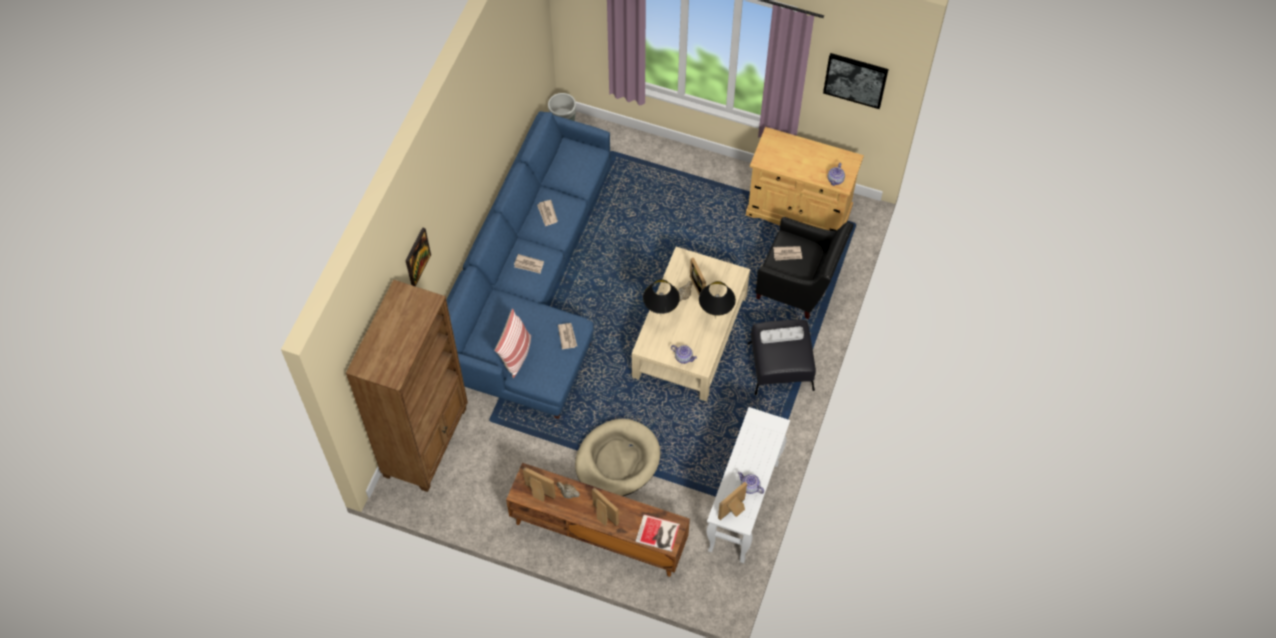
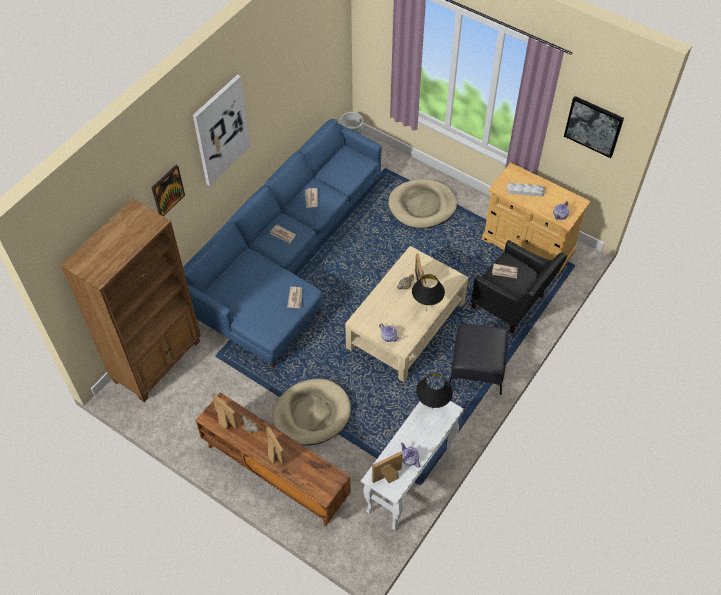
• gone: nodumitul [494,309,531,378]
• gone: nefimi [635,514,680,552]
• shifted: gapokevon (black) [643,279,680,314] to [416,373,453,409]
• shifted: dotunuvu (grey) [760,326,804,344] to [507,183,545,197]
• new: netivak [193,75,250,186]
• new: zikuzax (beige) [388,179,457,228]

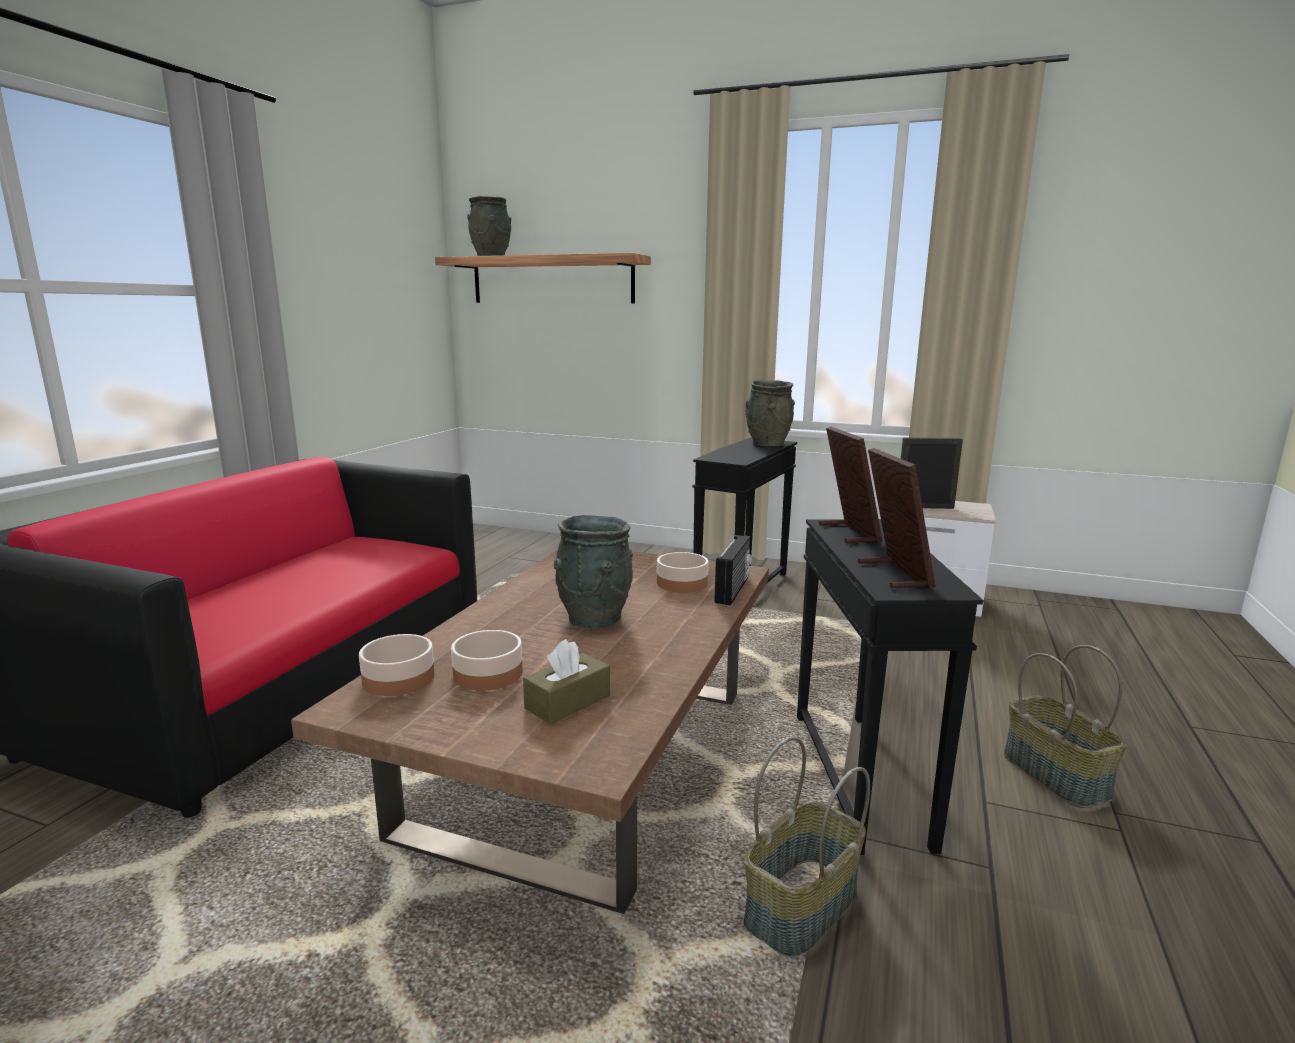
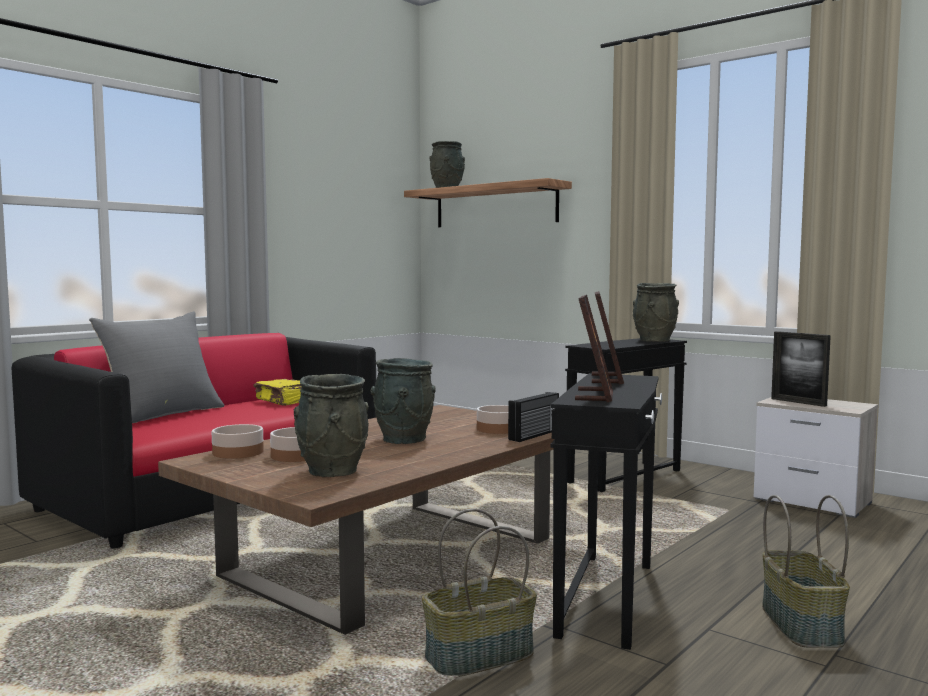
• swapped: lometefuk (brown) [523,639,610,724] to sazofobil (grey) [294,374,369,477]
• rotated: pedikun [901,437,963,509] = [771,331,831,407] 150 degrees counterclockwise
• new: nodumitul (grey) [89,311,224,423]
• new: nefimi (yellow) [254,379,302,406]

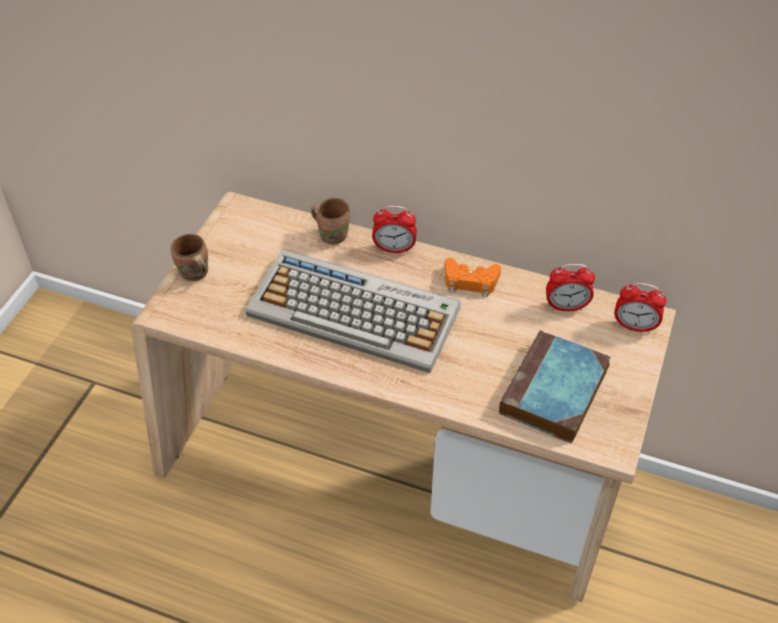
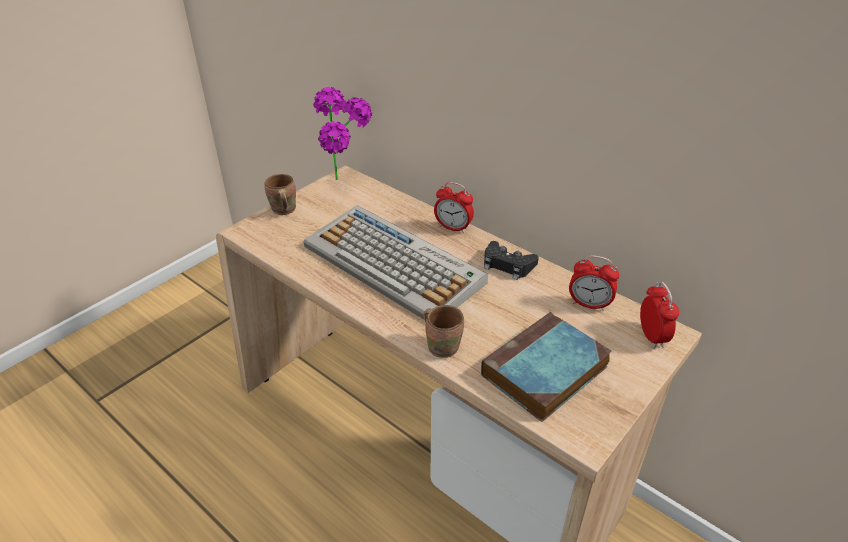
• shifted: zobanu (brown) [311,197,350,245] to [423,305,464,358]
• repainted: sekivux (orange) [445,258,501,297] to sekivux (black) [484,241,539,280]
• rotated: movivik [614,282,666,333] = [640,282,679,349] 135 degrees counterclockwise
• new: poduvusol [313,87,372,180]

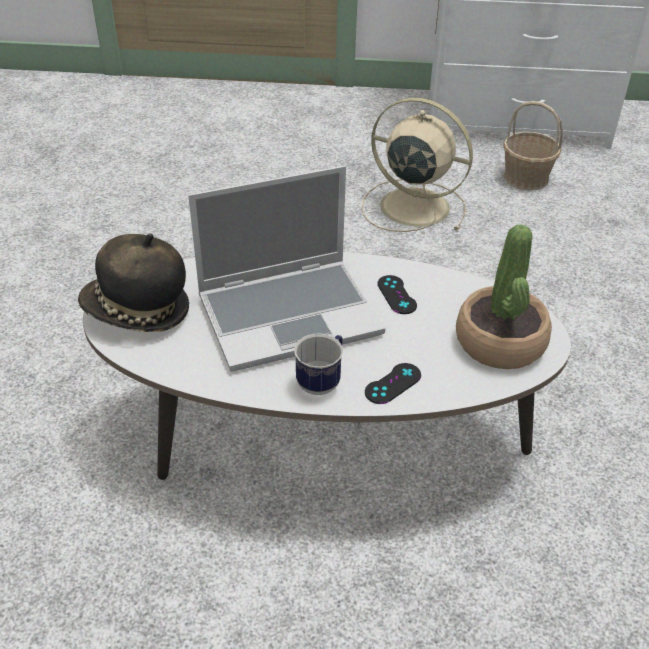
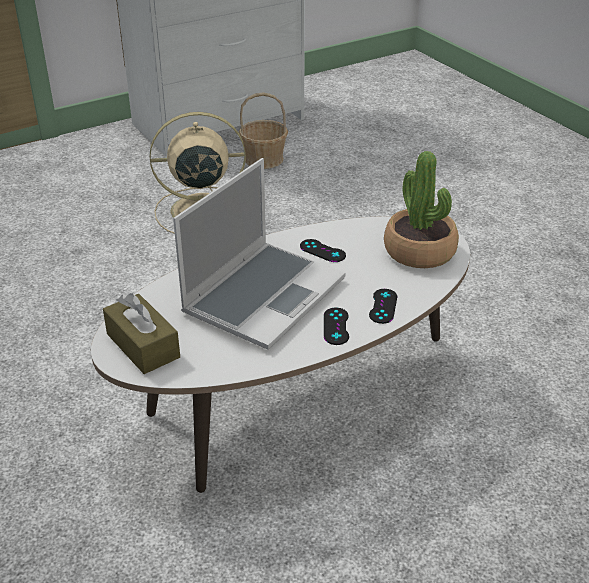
• swapped: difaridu [78,234,189,332] to lometefuk (brown) [103,293,180,374]
• swapped: zobanu [294,333,343,395] to sekivux (black) [324,308,349,345]

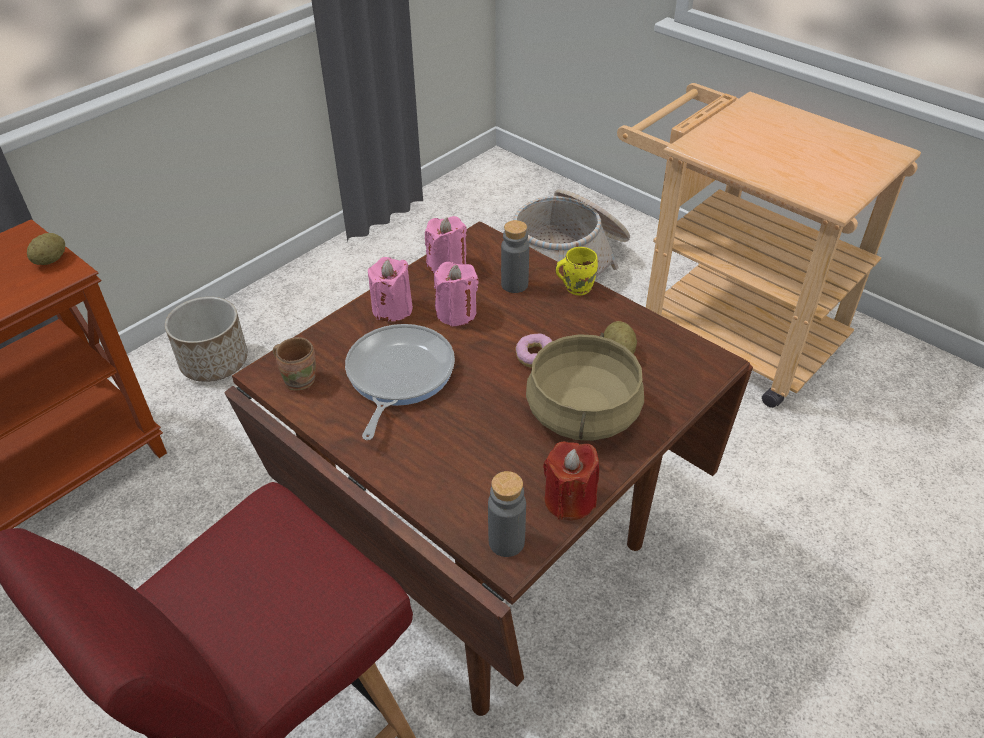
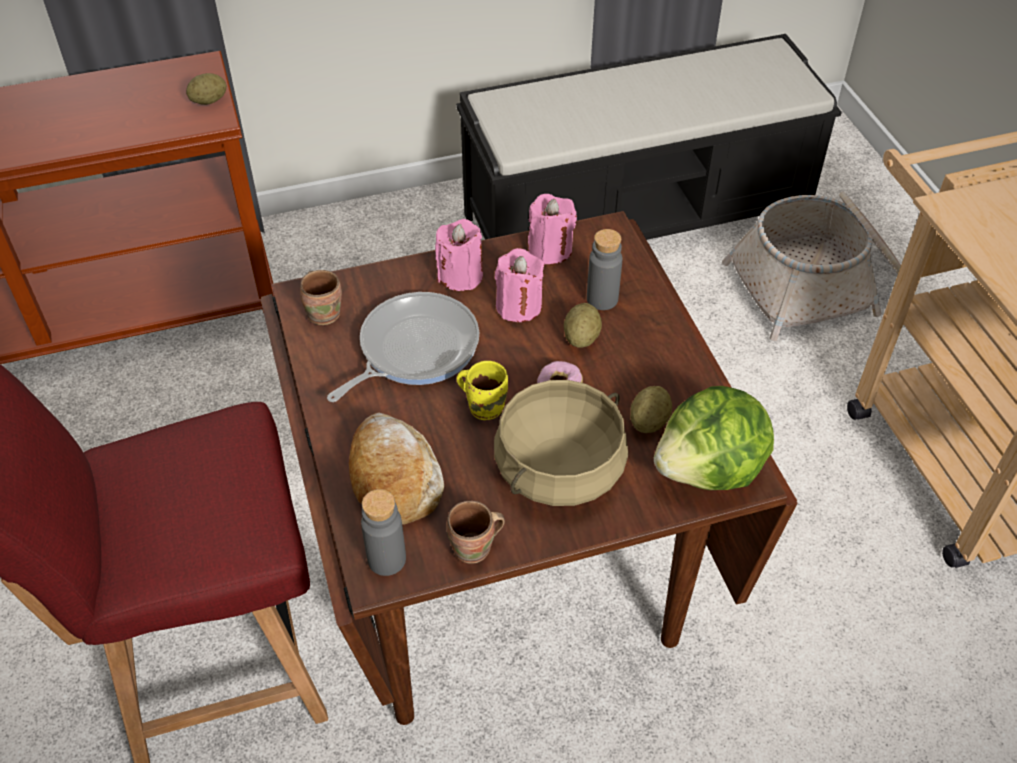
• gone: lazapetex [165,297,248,382]
• swapped: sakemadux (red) [543,441,599,520] to zobanu (brown) [446,501,505,563]
• shifted: zobanu (yellow) [555,247,598,296] to [457,361,508,420]
• new: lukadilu [349,412,444,525]
• new: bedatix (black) [456,34,842,240]
• new: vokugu [564,303,602,348]
• new: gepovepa [654,386,774,490]

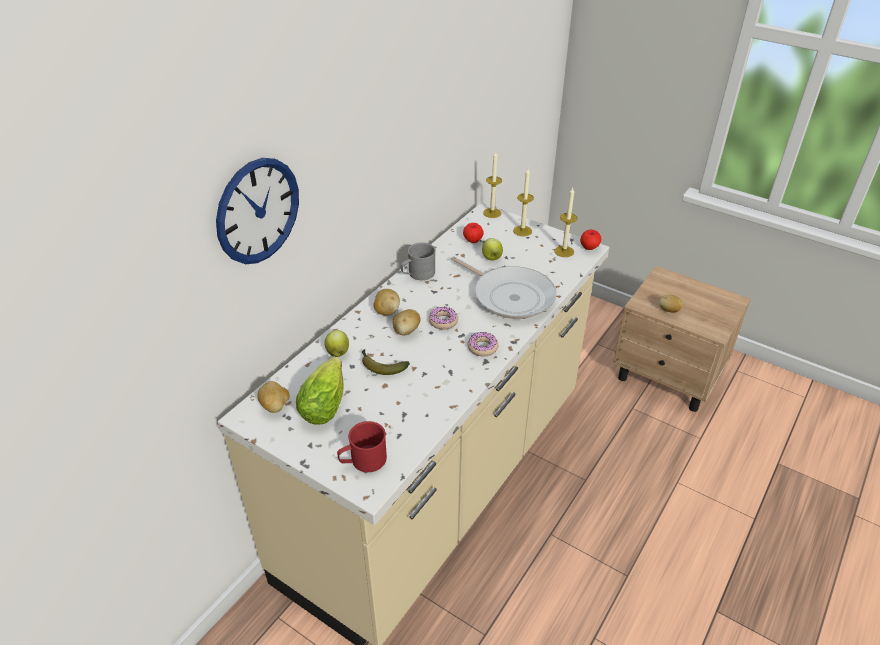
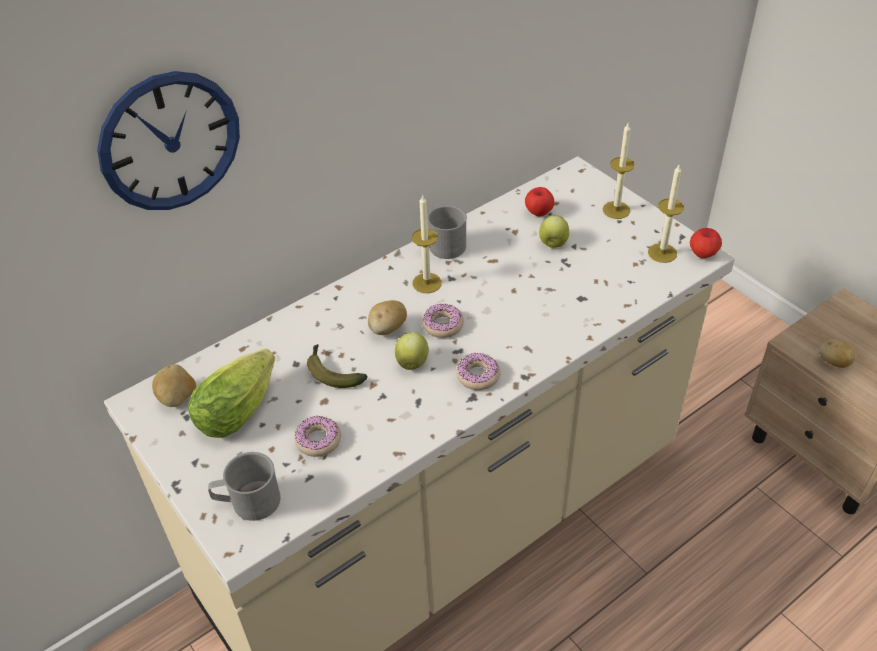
• shifted: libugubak [324,330,349,357] to [395,332,429,370]
• repainted: zobanu (red) [337,421,387,472] to zobanu (grey) [208,452,281,521]
• gone: vokugu [374,289,400,316]
• gone: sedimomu [451,256,556,319]
• shifted: sakemadux [483,152,502,218] to [412,194,442,293]
• new: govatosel [294,416,341,457]

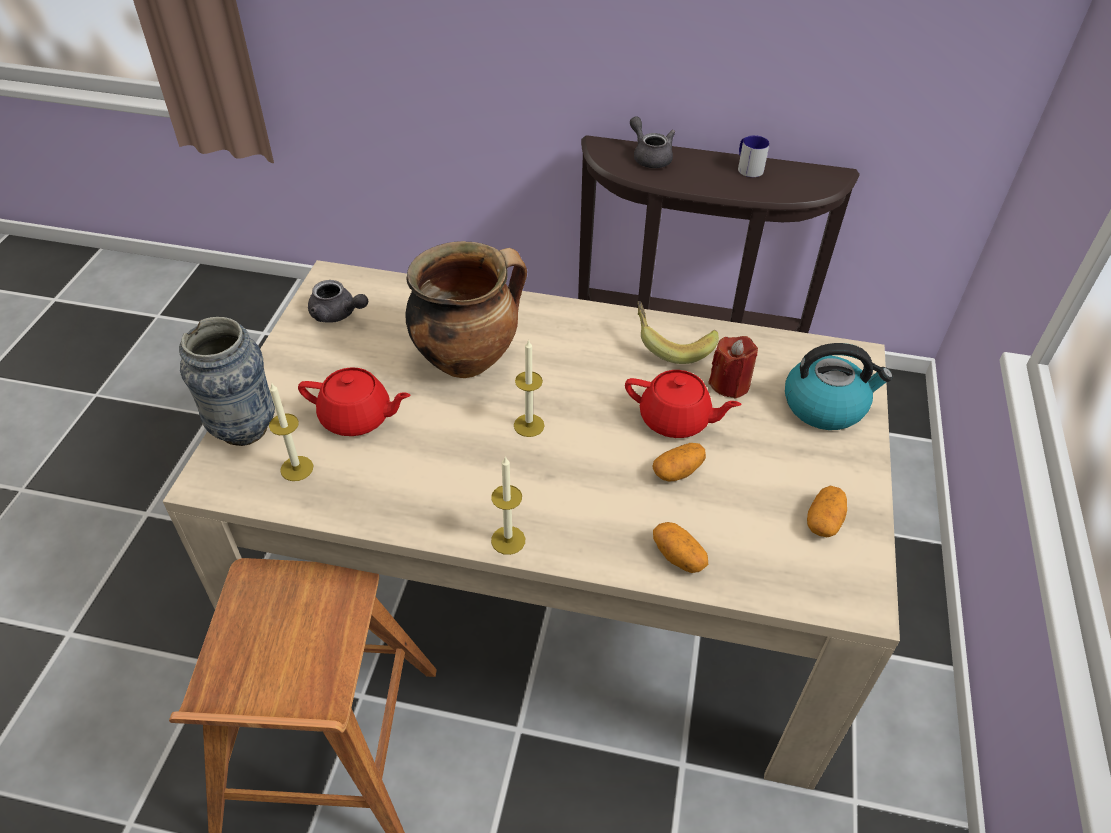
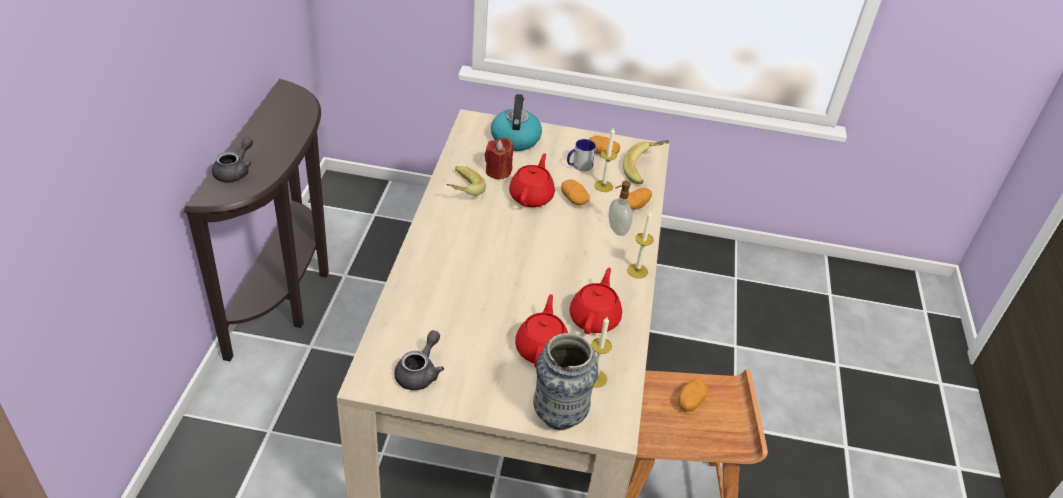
• gone: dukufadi [406,241,527,378]
• shifted: sakemadux [514,339,545,437] to [594,127,617,192]
• rotated: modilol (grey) [630,116,675,168] = [212,137,253,182] 150 degrees clockwise
• shifted: zobanu [738,135,770,177] to [567,139,596,171]
• new: modilol (red) [569,267,622,334]
• new: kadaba [608,181,633,236]
• new: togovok [623,140,669,184]
• new: vokugu [678,378,708,412]

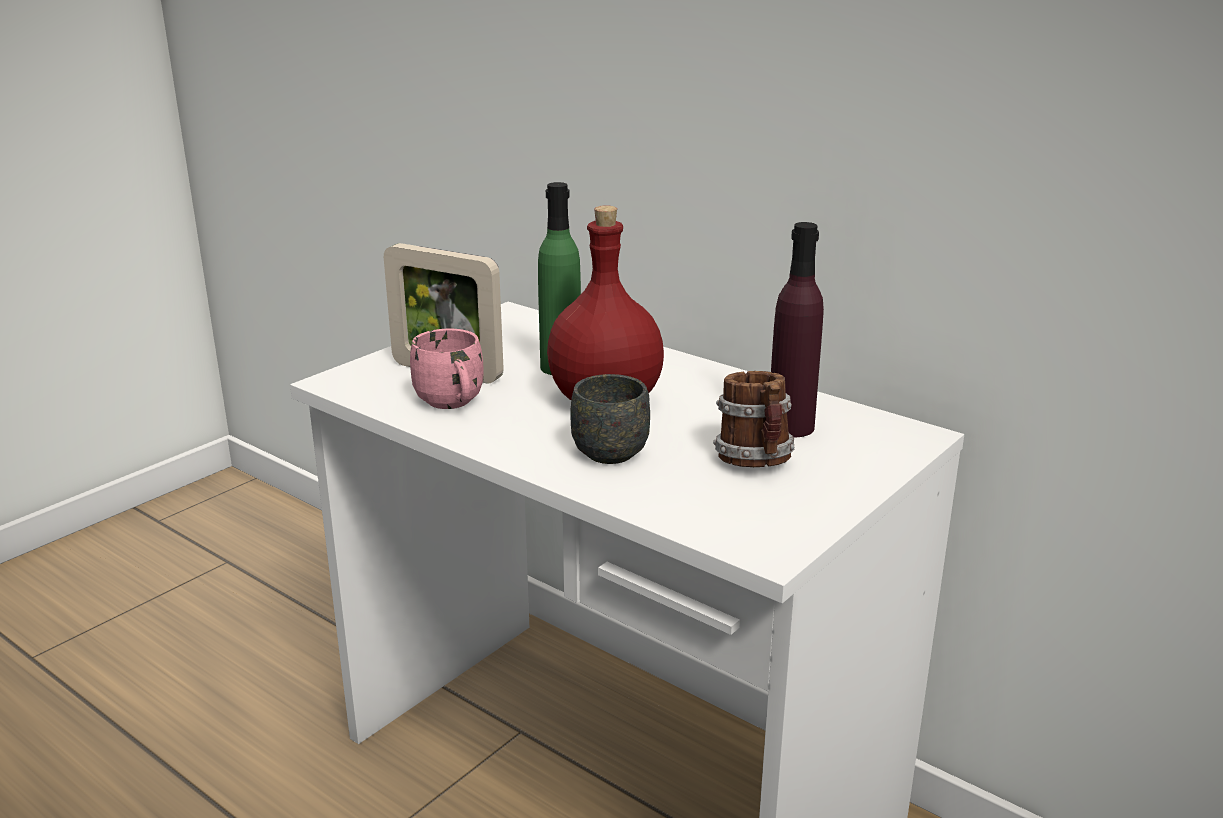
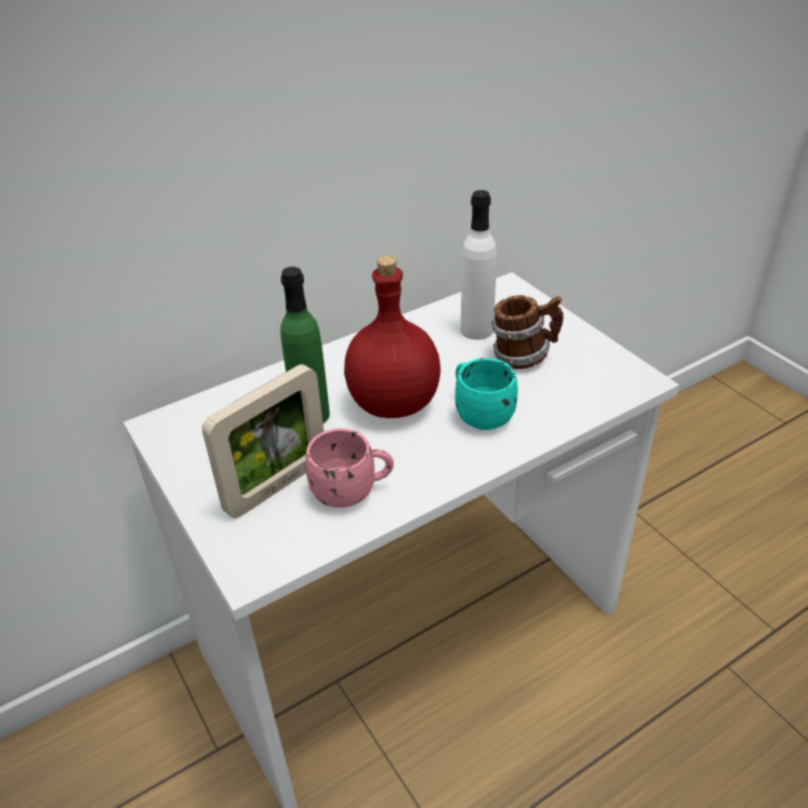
• repainted: zobanu (grey) [570,374,650,464] to zobanu (turquoise) [455,358,518,430]
• repainted: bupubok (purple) [771,222,824,437] to bupubok (white) [461,190,497,340]

